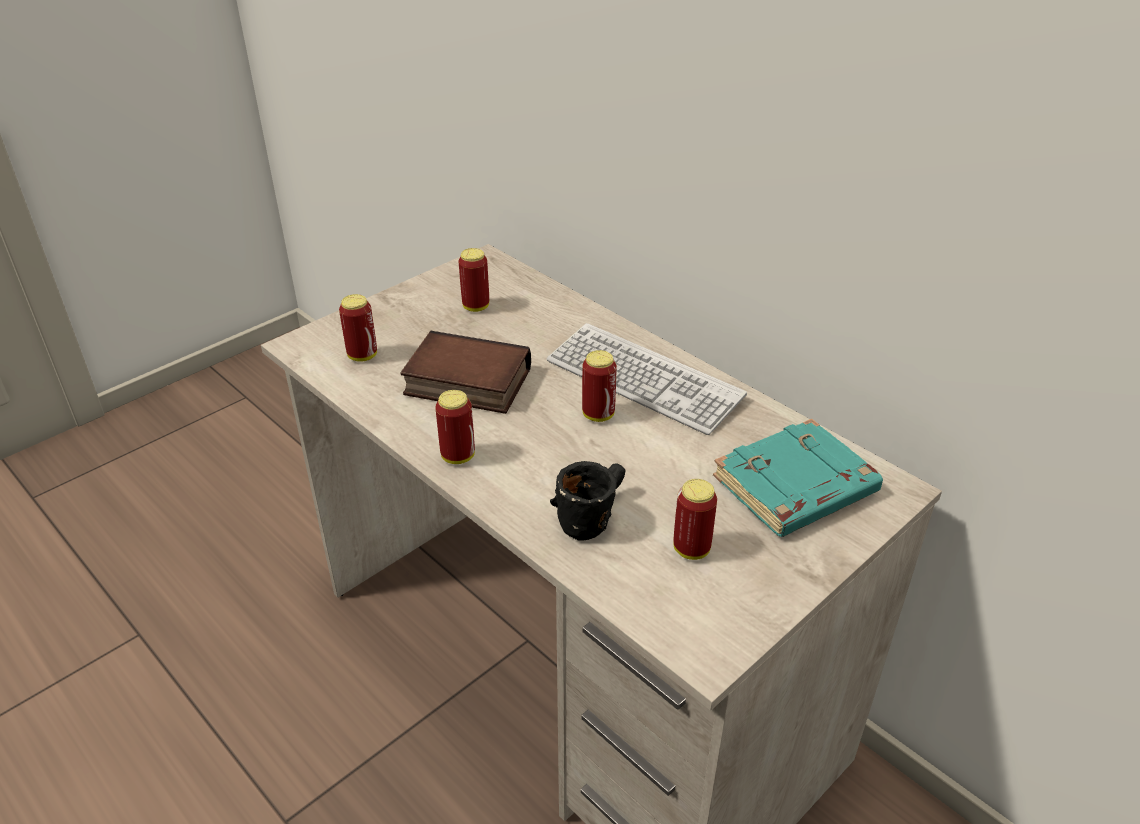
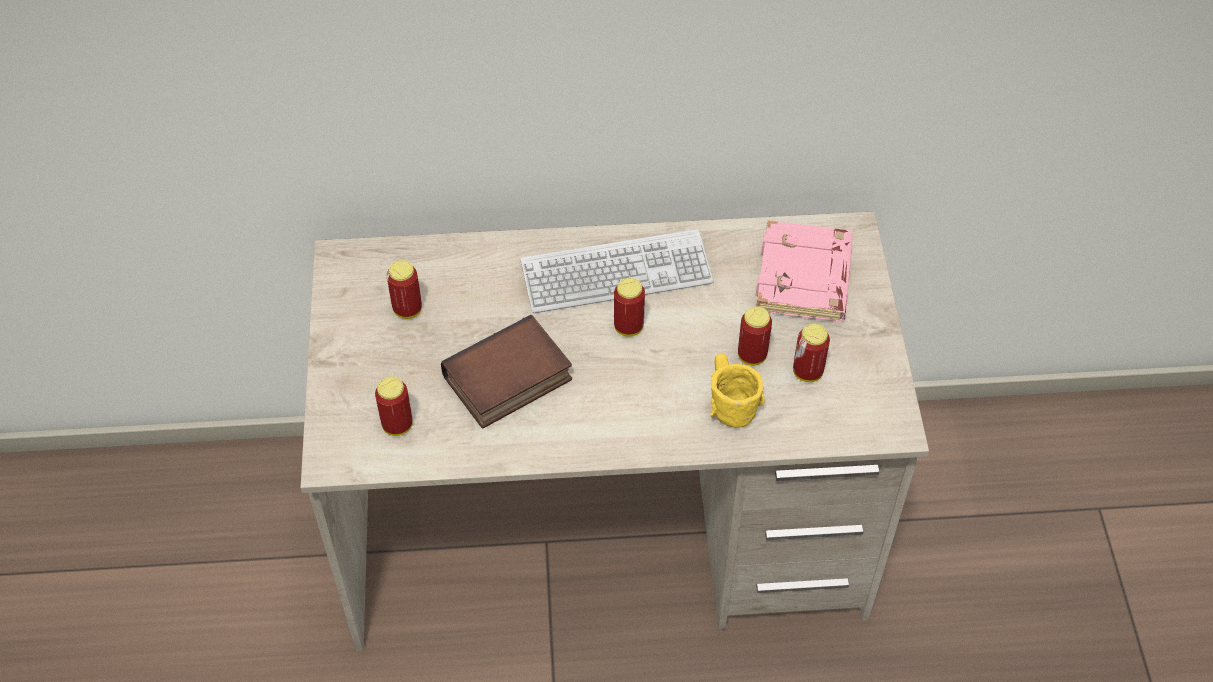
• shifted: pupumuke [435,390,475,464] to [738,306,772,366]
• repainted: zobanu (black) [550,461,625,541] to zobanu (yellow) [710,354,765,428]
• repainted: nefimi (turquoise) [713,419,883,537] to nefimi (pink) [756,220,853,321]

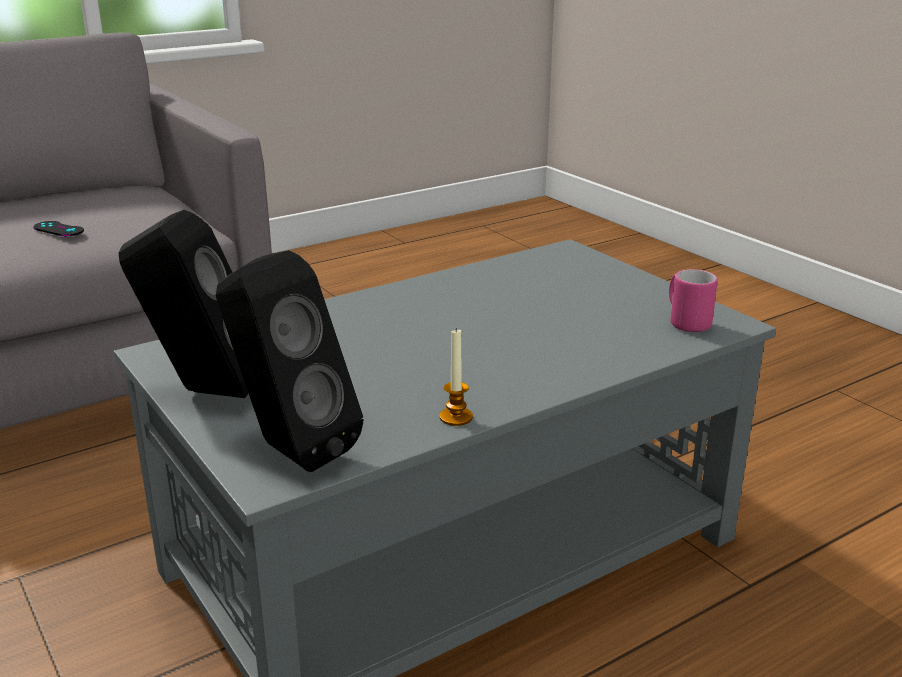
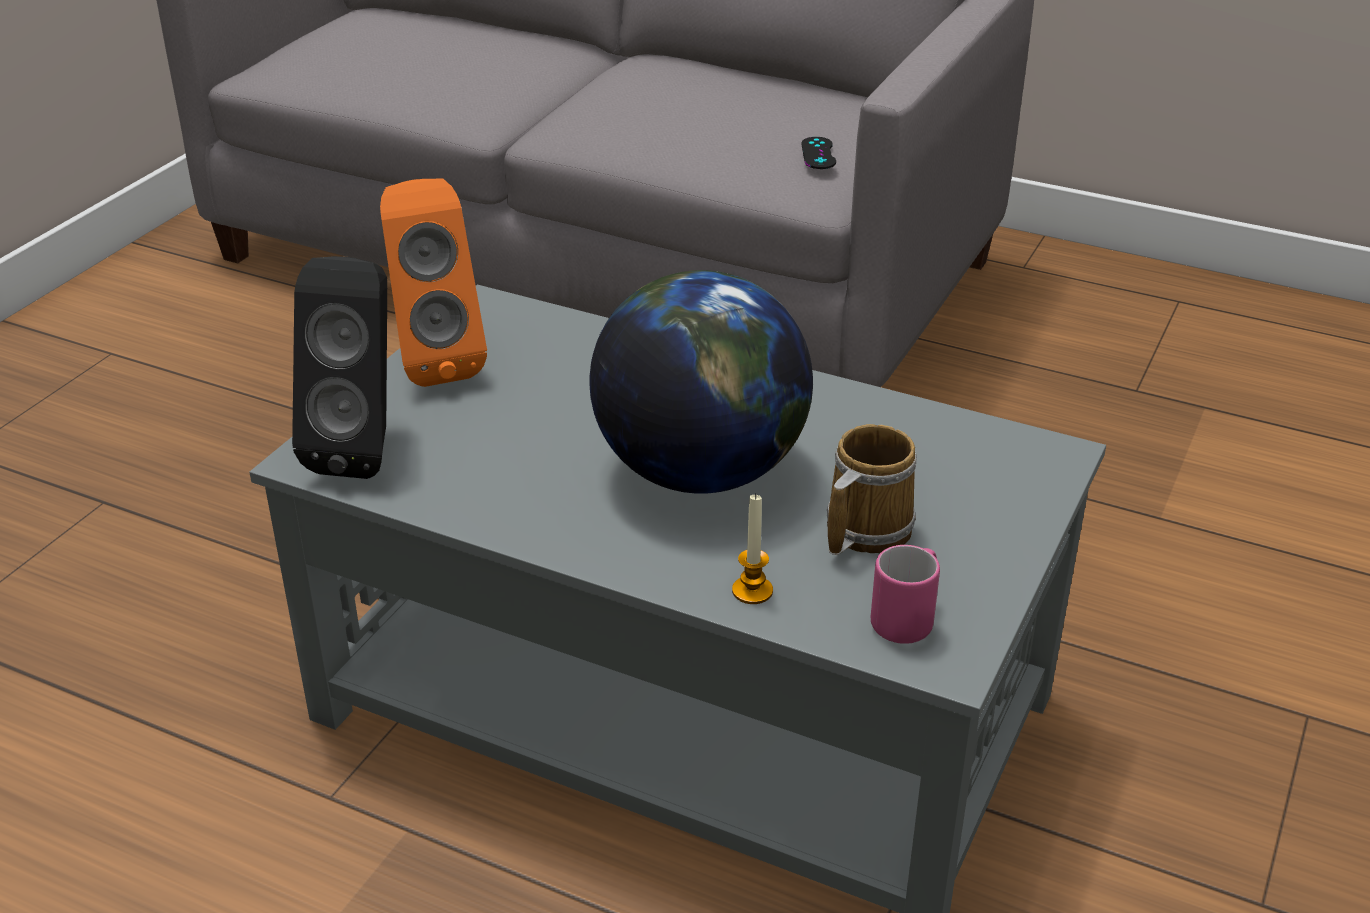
• shifted: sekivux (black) [33,221,84,236] to [801,137,836,169]
• repainted: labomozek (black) [119,210,249,398] to labomozek (orange) [380,179,487,387]
• shifted: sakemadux [440,327,473,426] to [732,493,773,604]
• new: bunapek [589,270,813,494]
• new: zobanu [827,424,917,555]

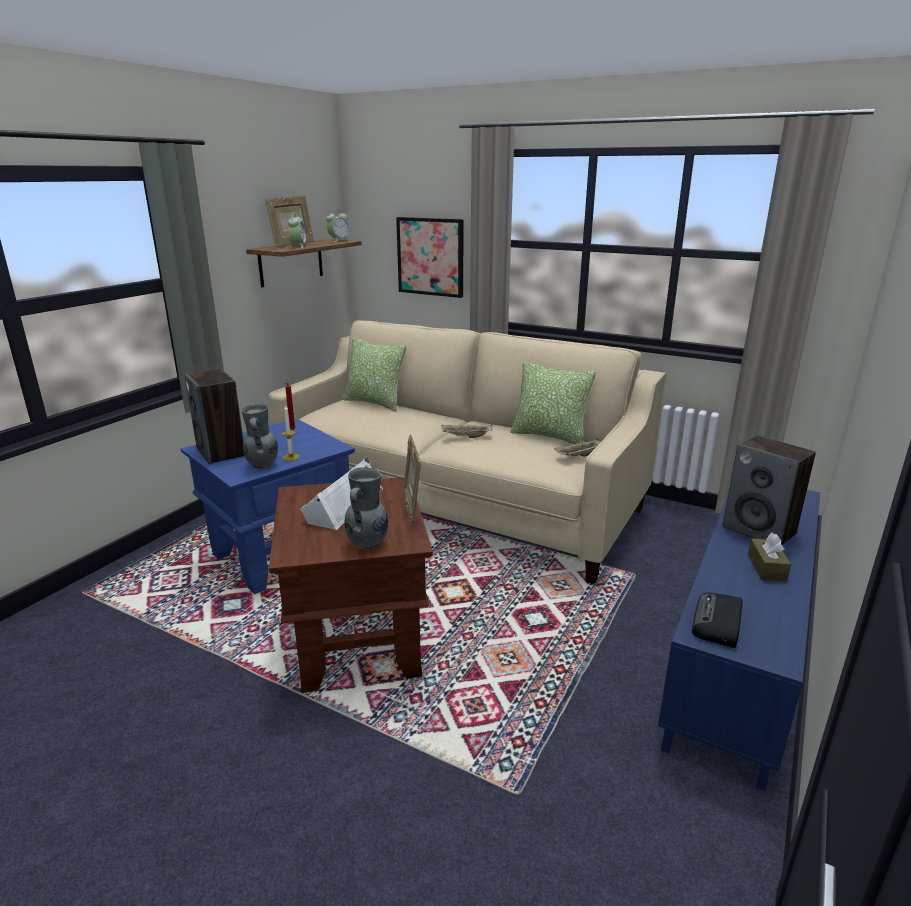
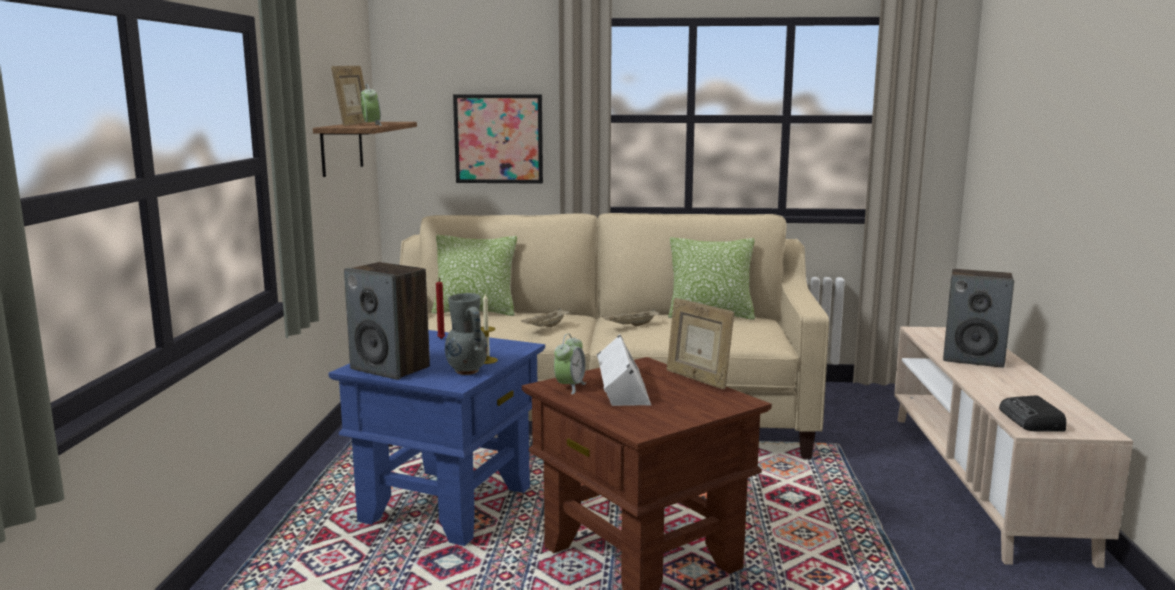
• shifted: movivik [326,211,350,242] to [554,334,586,394]
• gone: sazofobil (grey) [345,468,388,550]
• shifted: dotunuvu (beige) [554,439,601,457] to [521,308,570,327]
• repainted: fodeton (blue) [658,490,820,791] to fodeton (beige) [894,326,1133,568]
• gone: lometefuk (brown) [748,532,791,582]

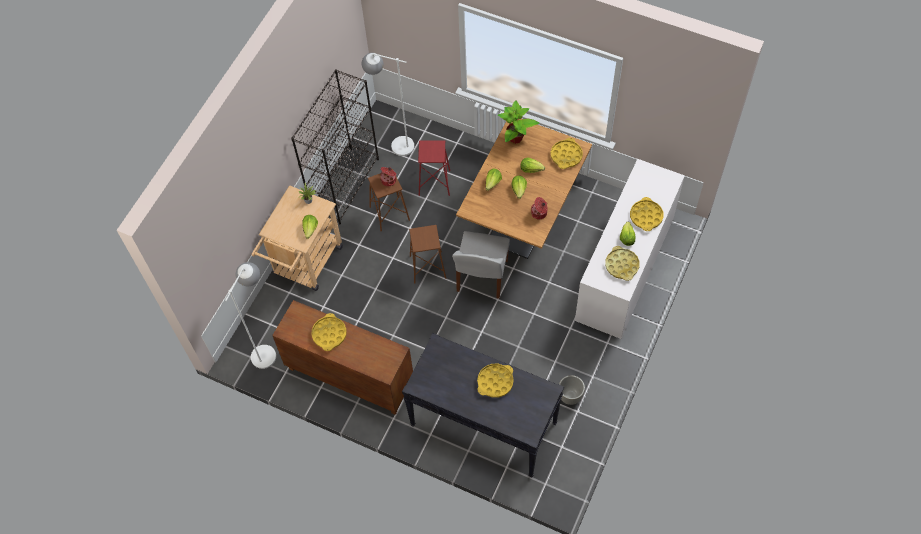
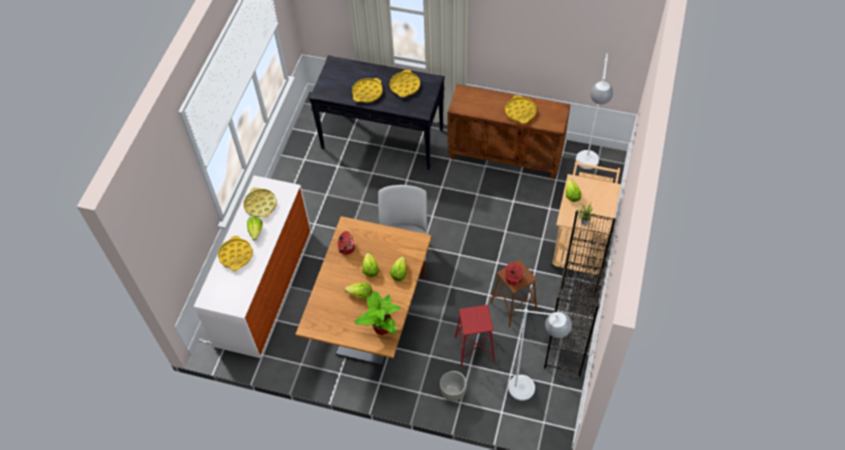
• gone: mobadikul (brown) [409,225,446,284]
• shifted: dotunuvu (yellow) [550,138,583,169] to [389,70,420,97]
• shifted: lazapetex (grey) [559,375,585,405] to [440,371,467,402]

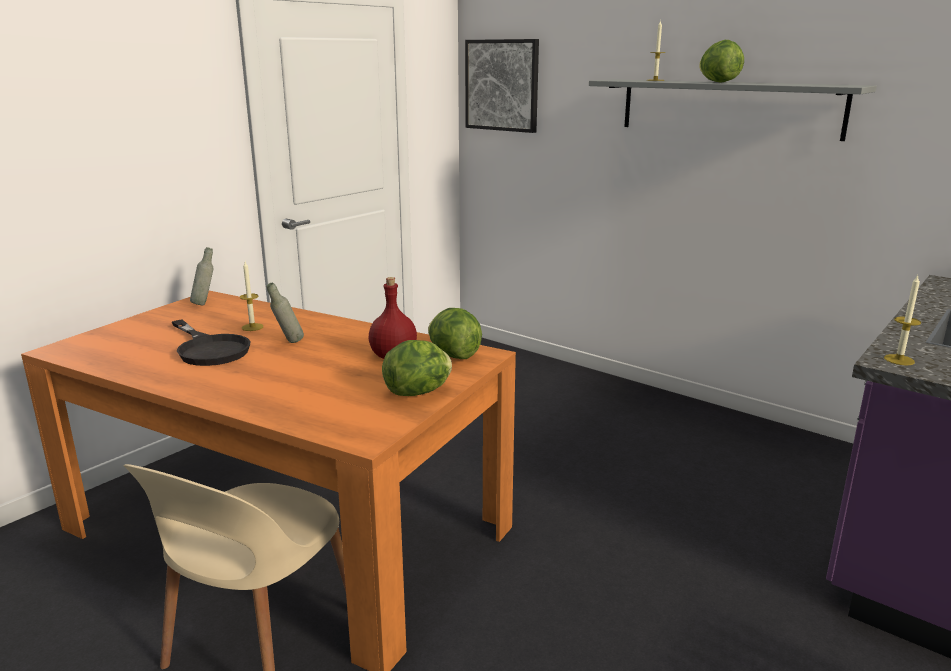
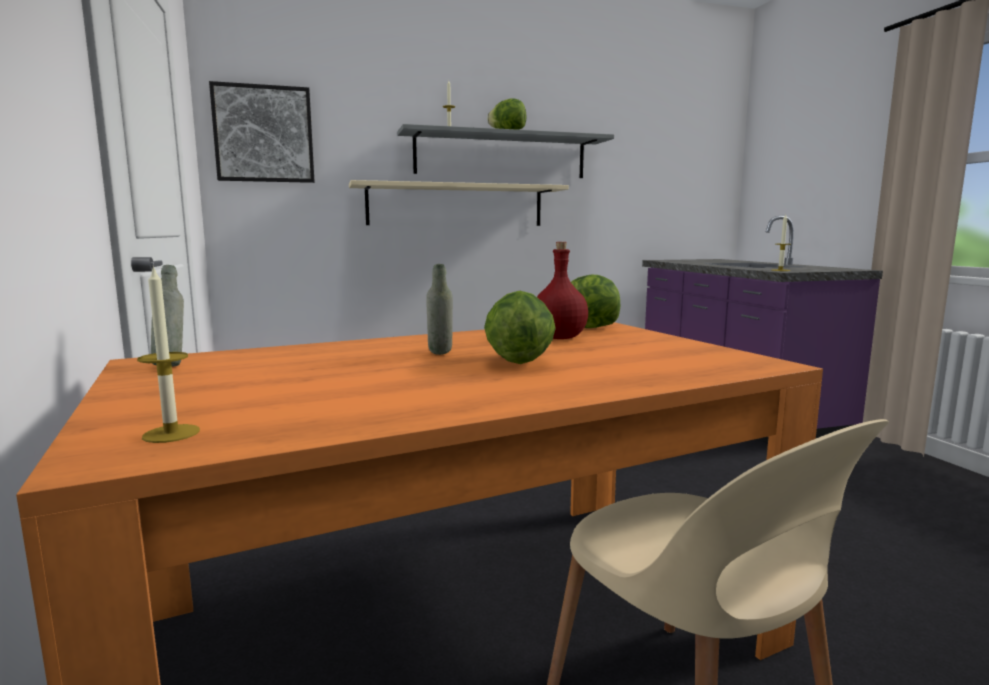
• gone: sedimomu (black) [172,319,251,366]
• shifted: sakemadux [240,262,263,331] to [137,265,200,443]
• shifted: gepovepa [382,340,452,396] to [484,291,556,364]
• new: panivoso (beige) [349,180,569,226]

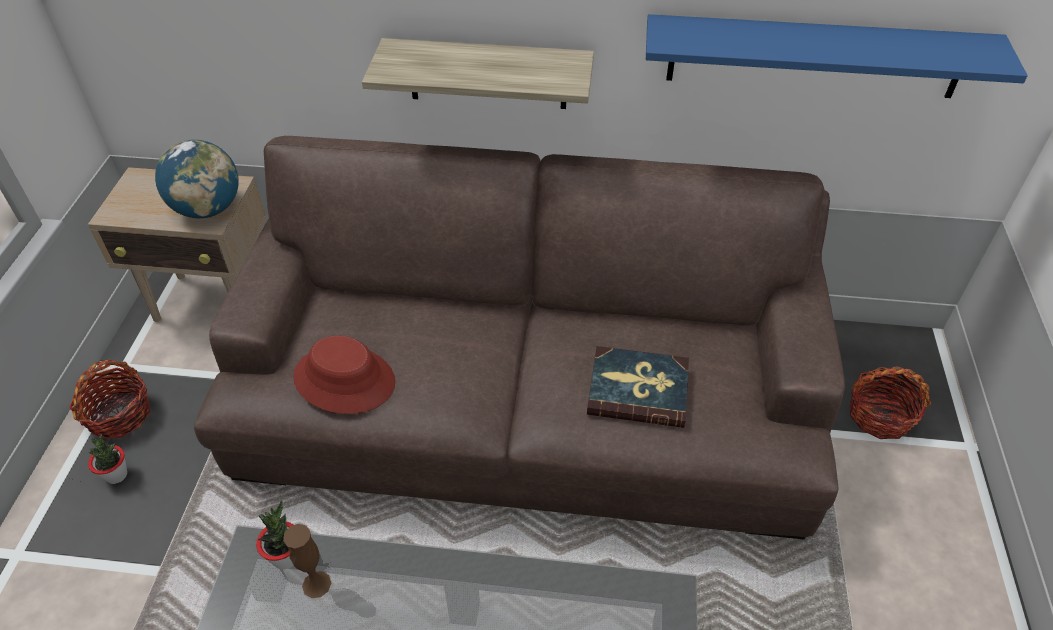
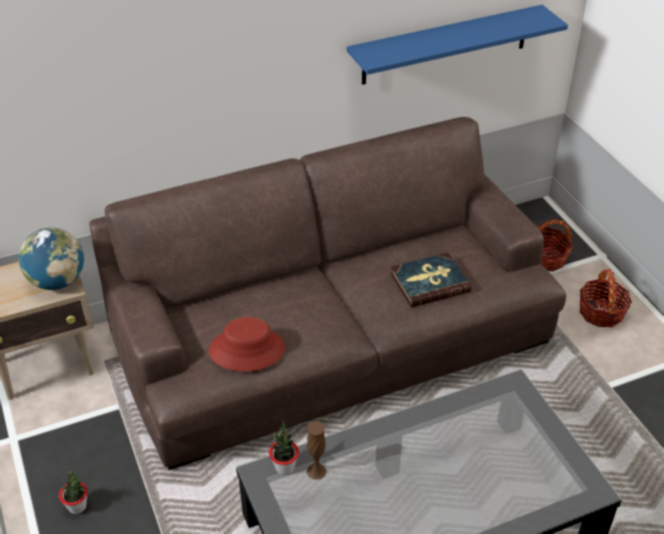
• shifted: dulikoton [69,360,150,439] to [579,269,632,327]
• gone: panivoso [362,38,594,109]

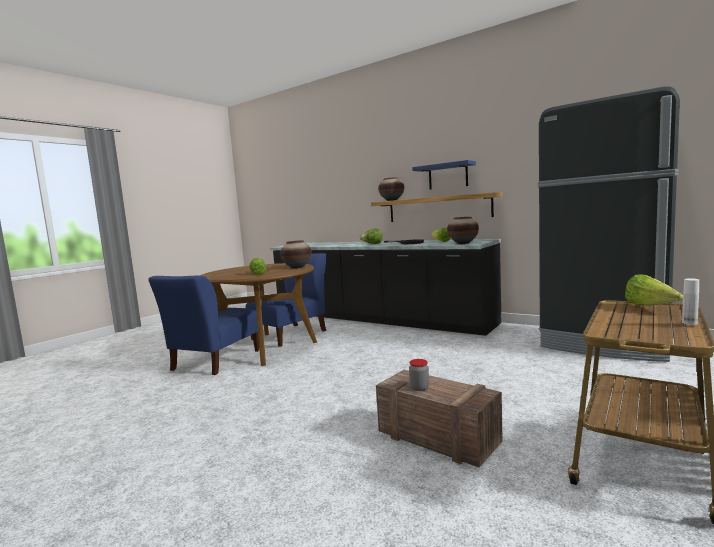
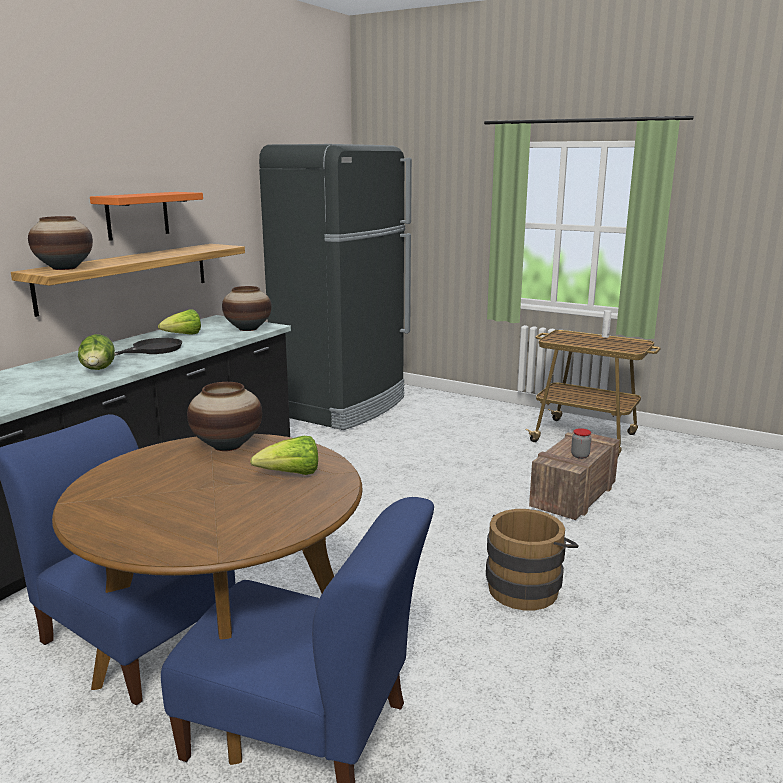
• repainted: panivoso (blue) [412,160,476,189] to panivoso (orange) [90,192,203,241]
• gone: gepovepa [625,274,683,306]
• new: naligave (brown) [486,509,578,610]

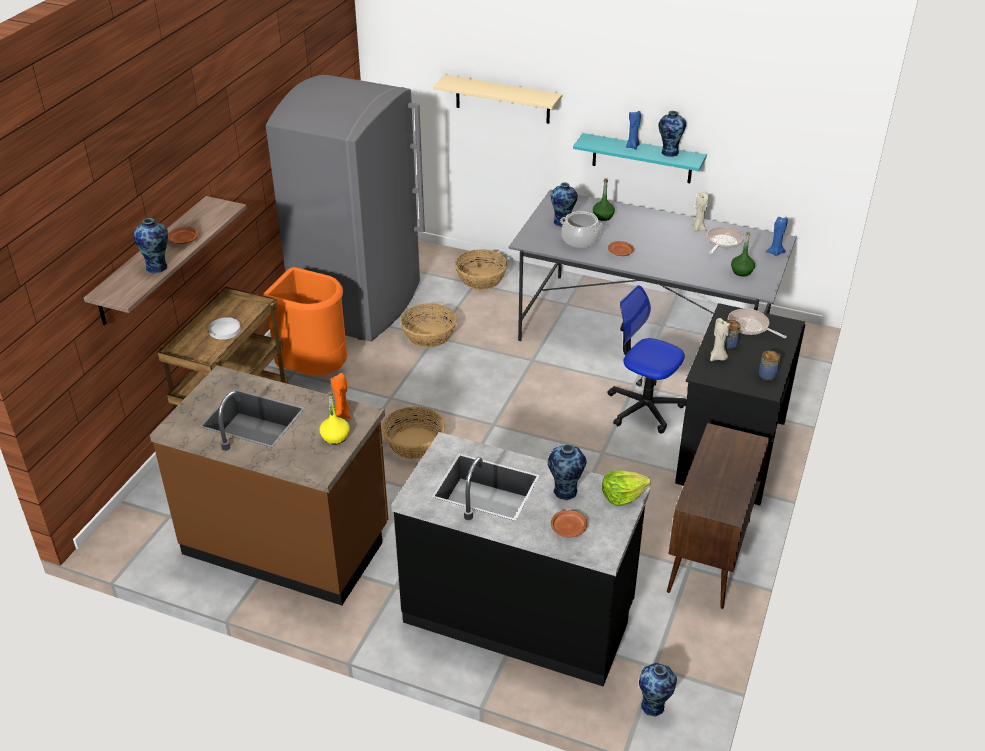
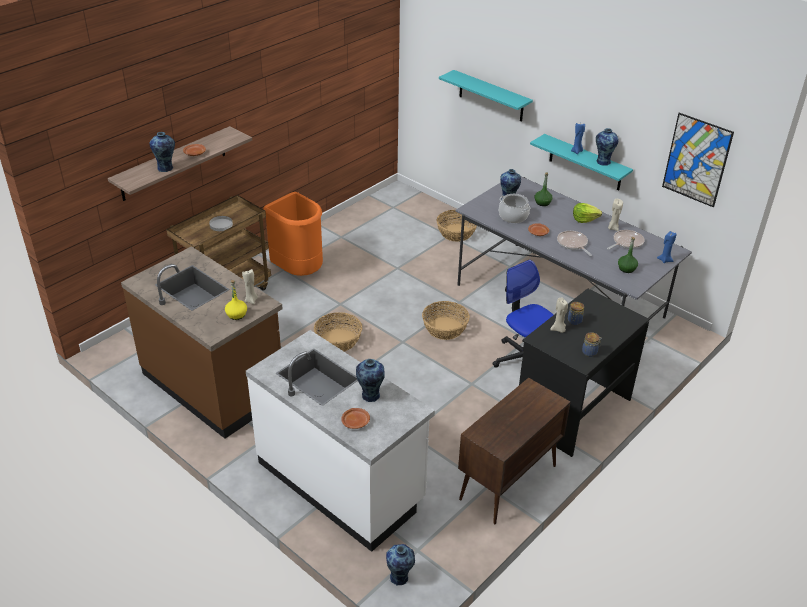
• gone: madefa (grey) [266,75,425,341]
• repainted: sakemadux (orange) [331,373,351,419] to sakemadux (beige) [242,269,258,305]
• repainted: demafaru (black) [391,432,650,686] to demafaru (white) [246,330,435,552]
• shifted: dulikoton [400,303,456,348] to [422,301,470,340]
• repainted: panivoso (beige) [433,75,562,124] to panivoso (turquoise) [439,70,533,122]
• shifted: gepovepa [602,470,651,506] to [573,203,602,223]
• shifted: sedimomu [728,308,787,338] to [557,231,592,256]
• new: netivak [662,113,734,207]

